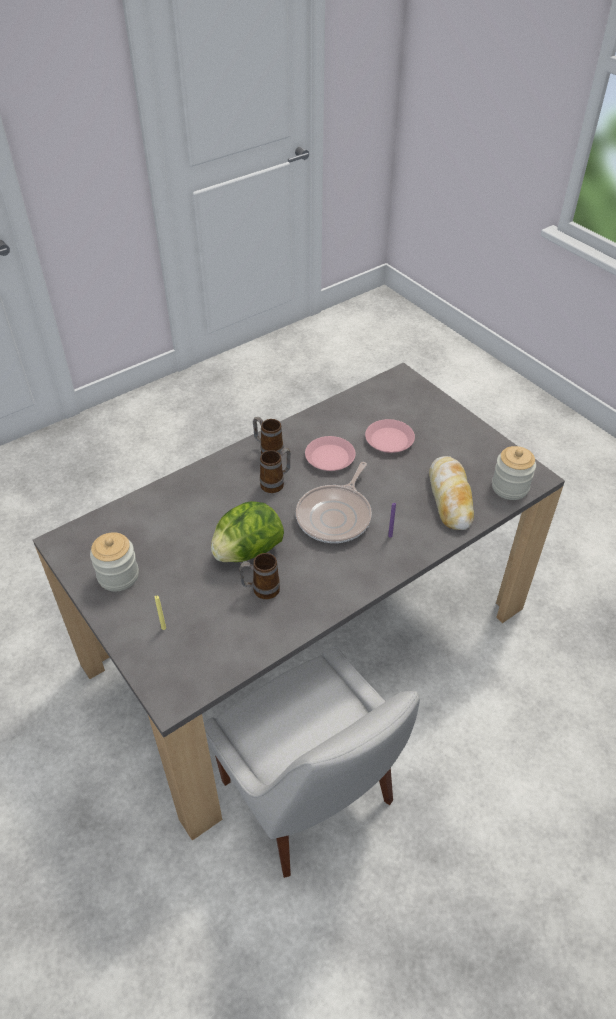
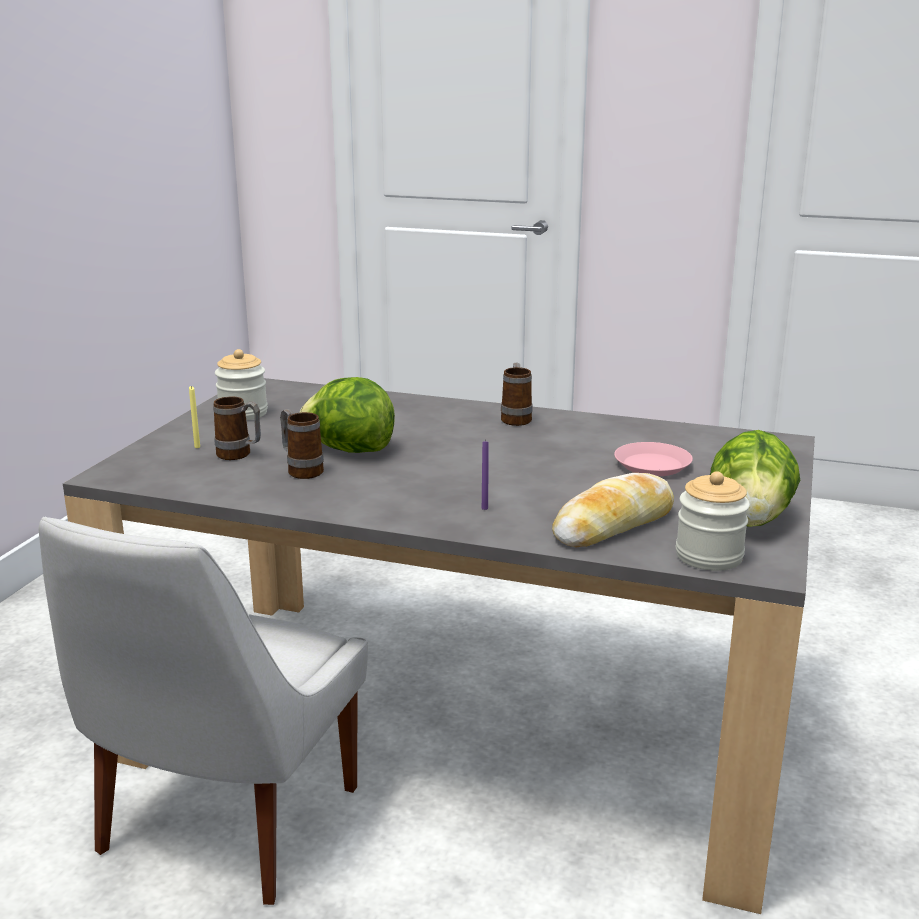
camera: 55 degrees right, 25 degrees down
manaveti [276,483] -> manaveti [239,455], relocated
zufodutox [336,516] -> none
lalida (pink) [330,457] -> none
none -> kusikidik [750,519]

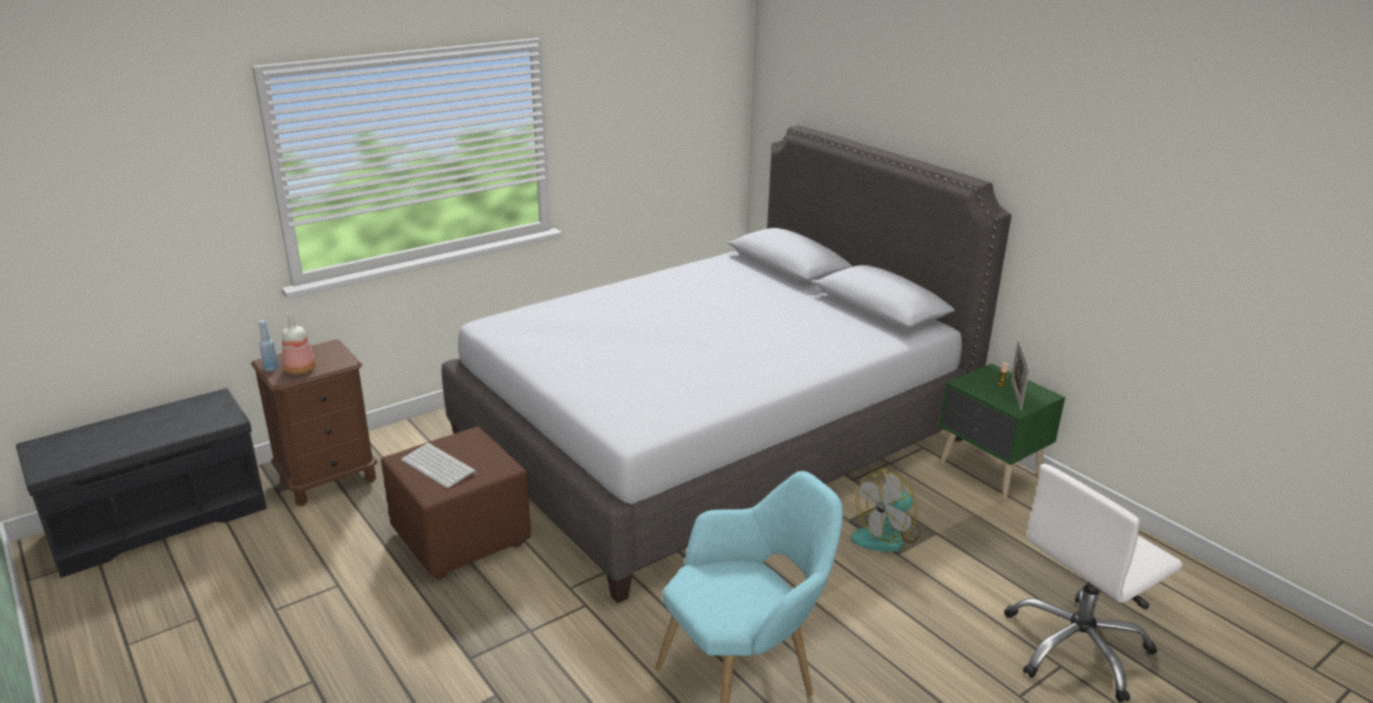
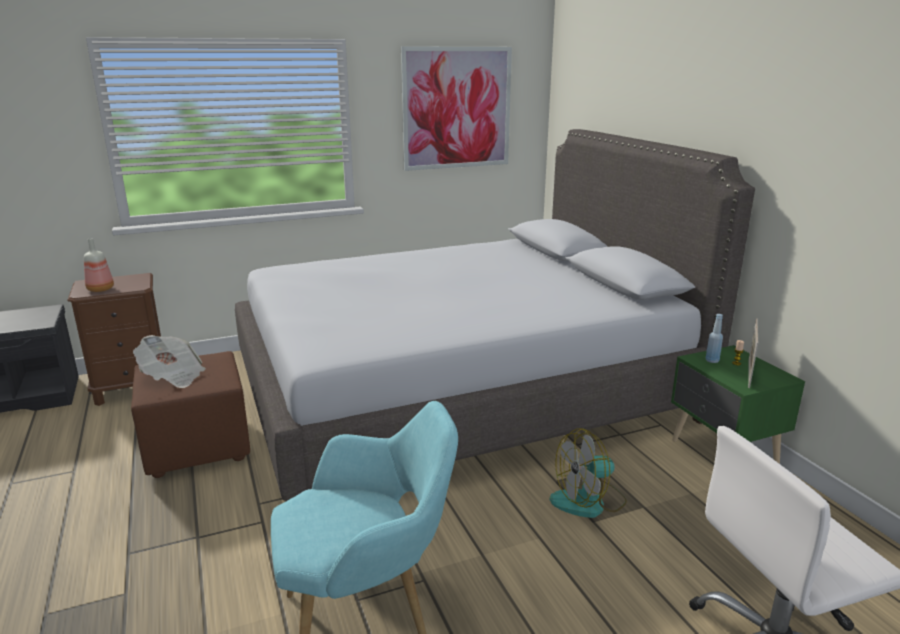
camera: 15 degrees right, 5 degrees down
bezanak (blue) [271,369] -> bezanak (blue) [712,360], relocated
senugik [440,466] -> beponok [172,376]
none -> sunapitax [457,108]

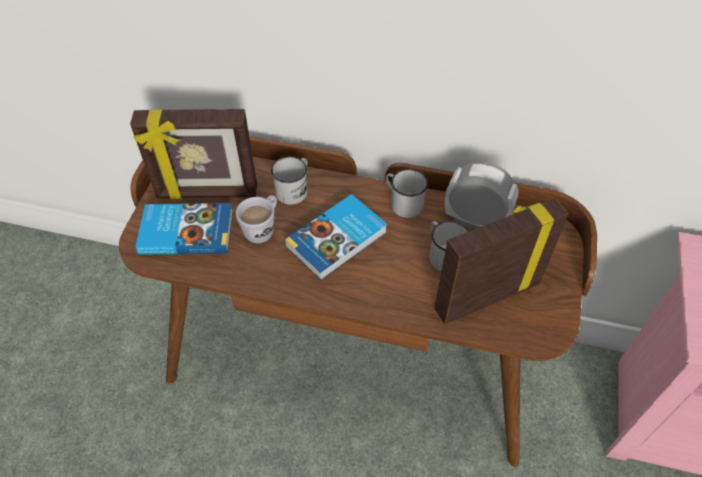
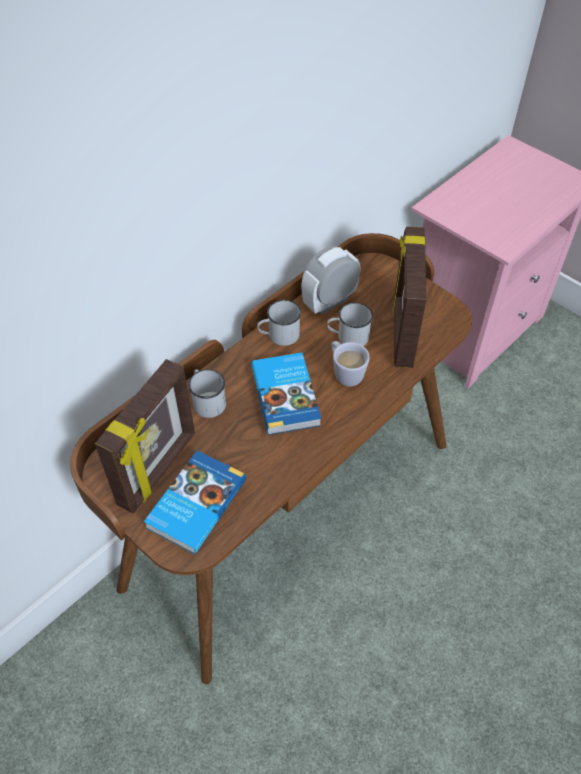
camera: 60 degrees left, 0 degrees up
manaveti (white) [263,229] -> manaveti (white) [345,372], relocated

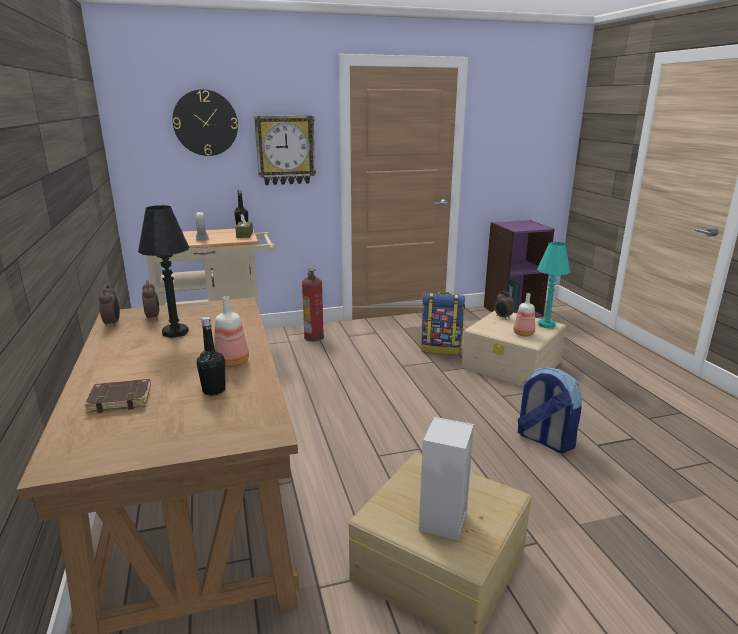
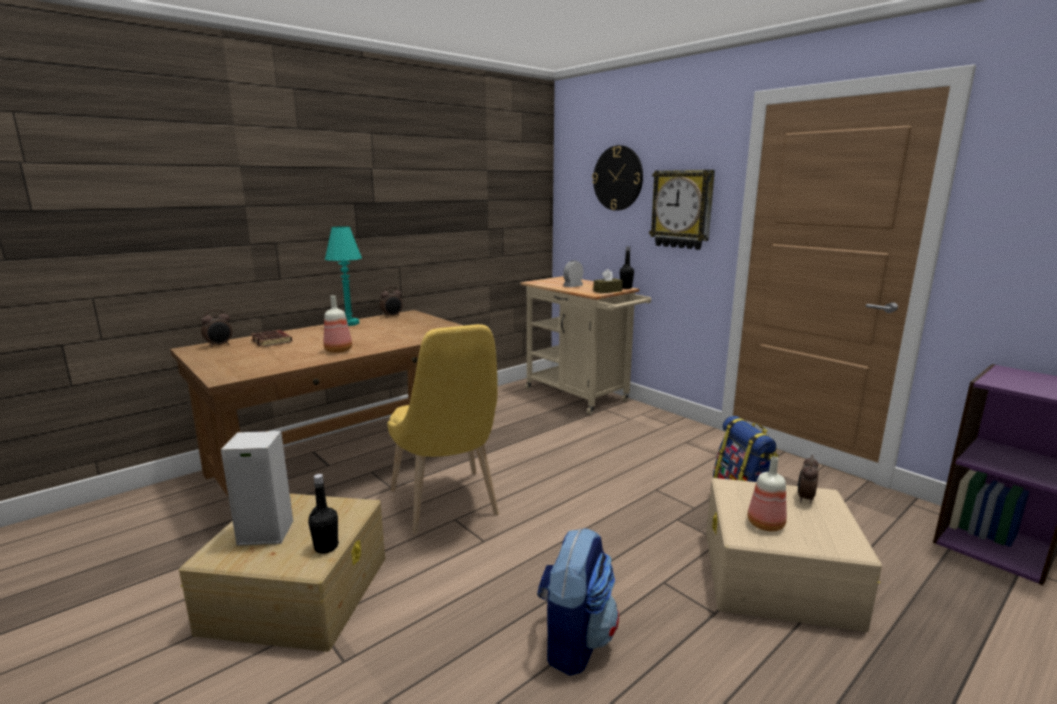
camera: 65 degrees right, 5 degrees down
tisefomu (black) [175,332] -> none
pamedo [153,317] -> pamedo [219,345], relocated
bezanak (black) [214,390] -> bezanak (black) [326,547], relocated
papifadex [314,337] -> none
tisefomu (turquoise) [546,325] -> tisefomu (turquoise) [349,323], relocated
none -> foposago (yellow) [447,506]

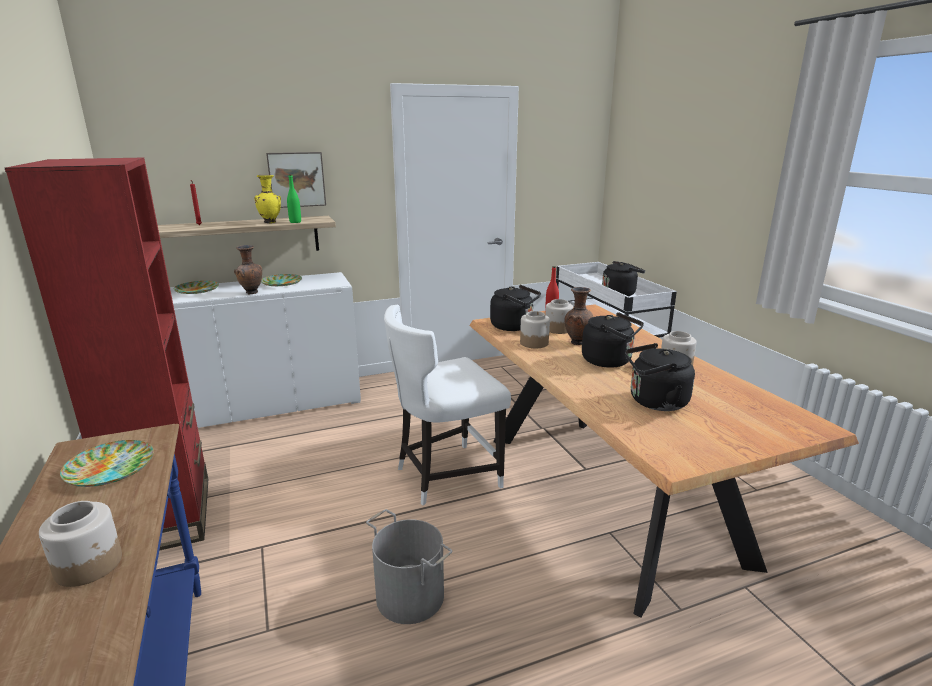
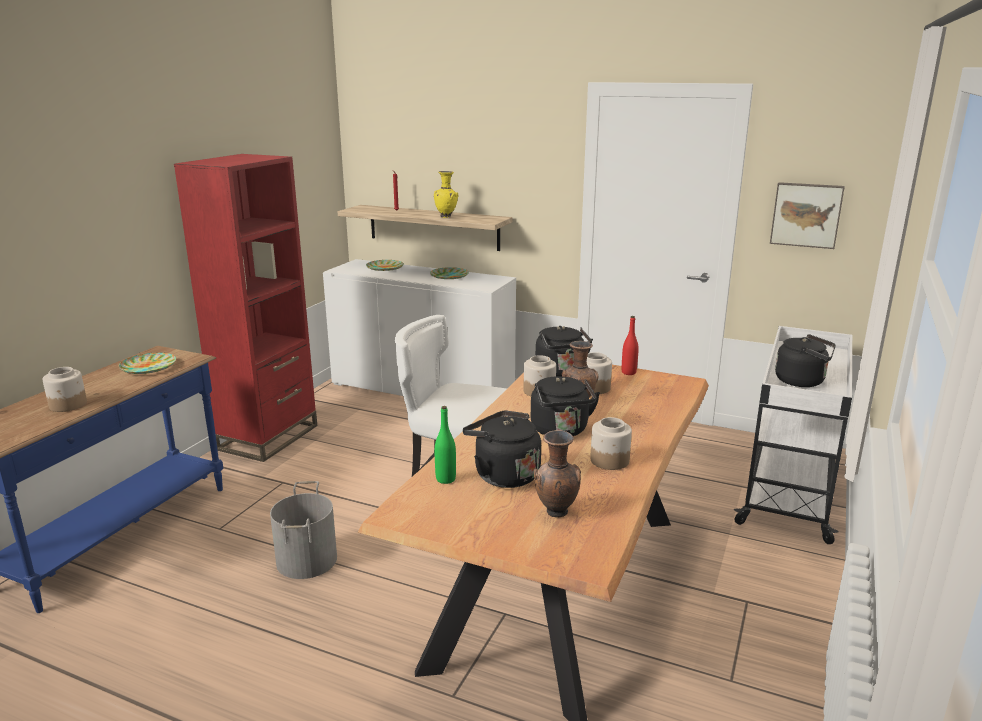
camera: 45 degrees right, 0 degrees up
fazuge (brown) [251,293] -> fazuge (brown) [556,513], relocated
sunapitax [296,179] -> sunapitax [806,214], relocated
bezanak (green) [295,222] -> bezanak (green) [445,479], relocated

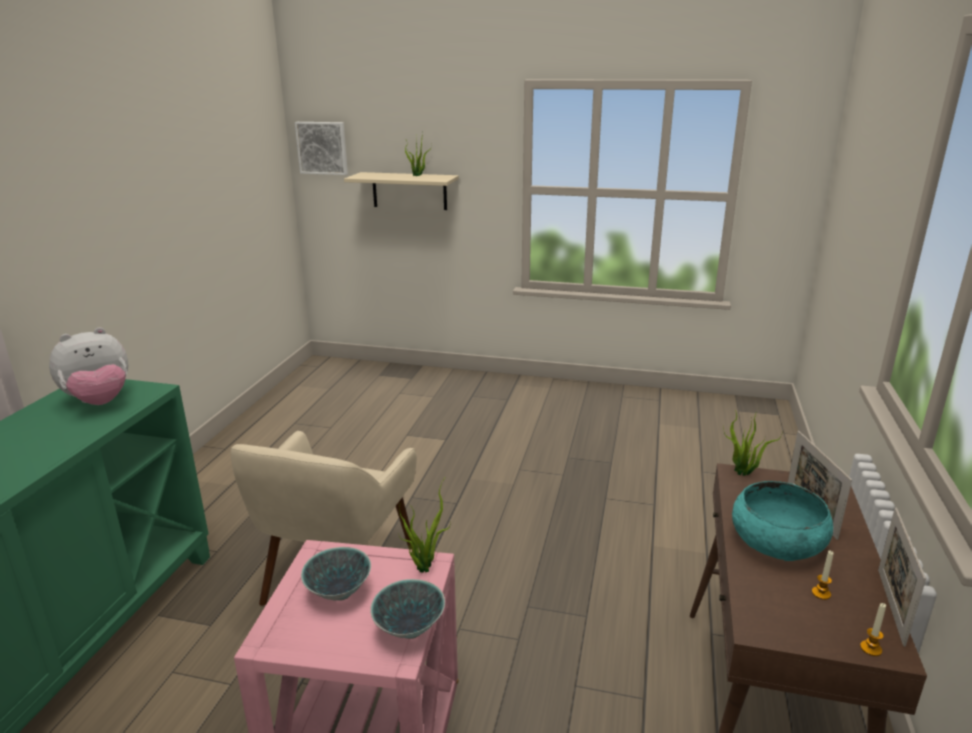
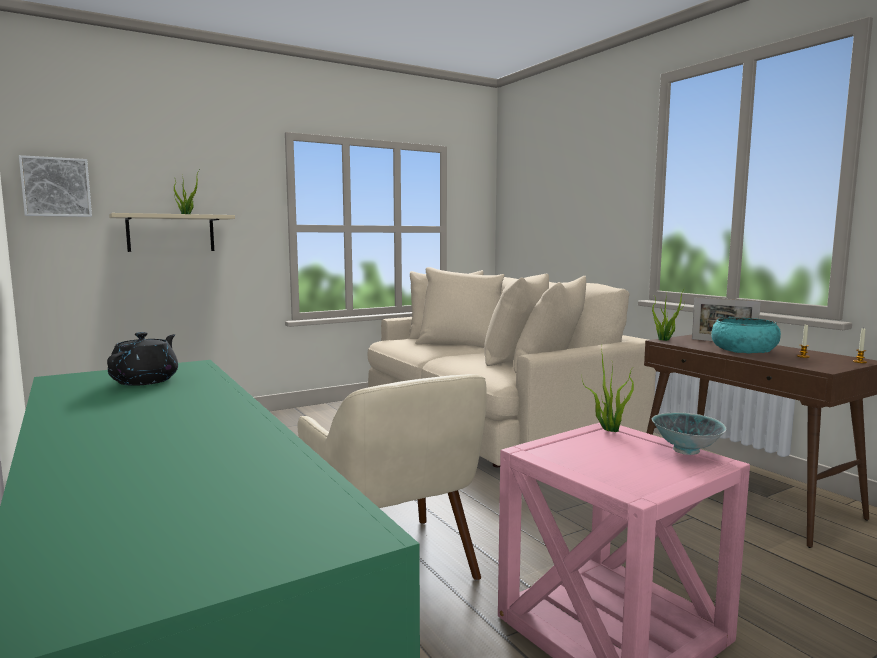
camera: 45 degrees left, 15 degrees down
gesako [99,402] -> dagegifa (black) [146,380]
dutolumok [339,592] -> none
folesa [890,605] -> none
none -> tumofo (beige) [494,419]

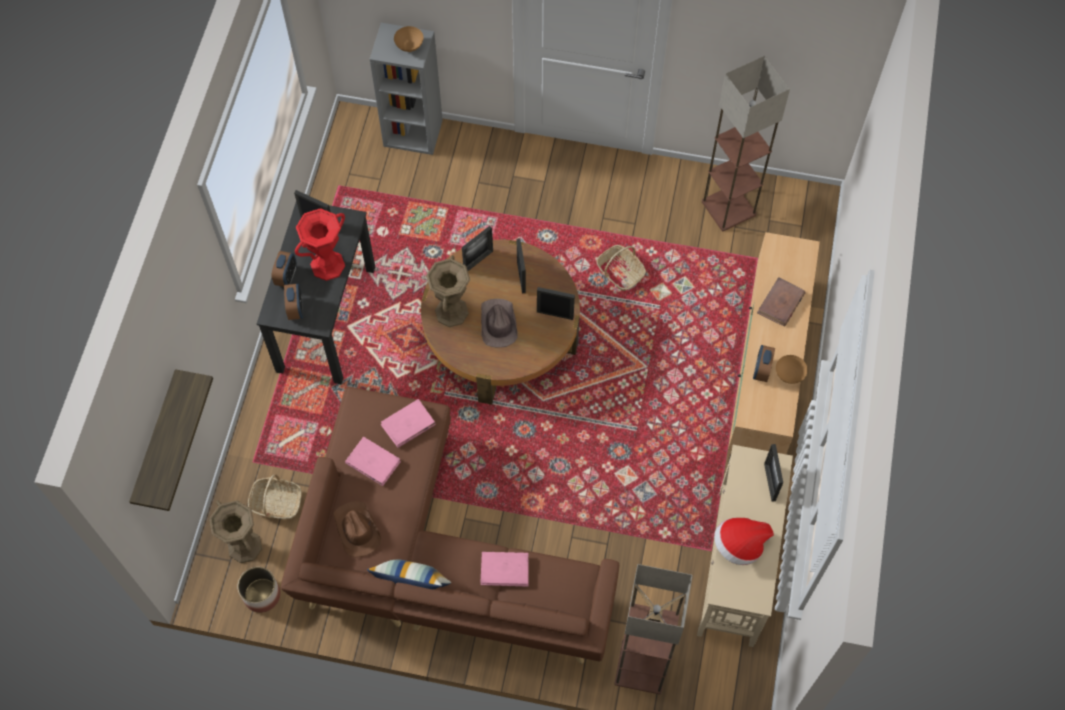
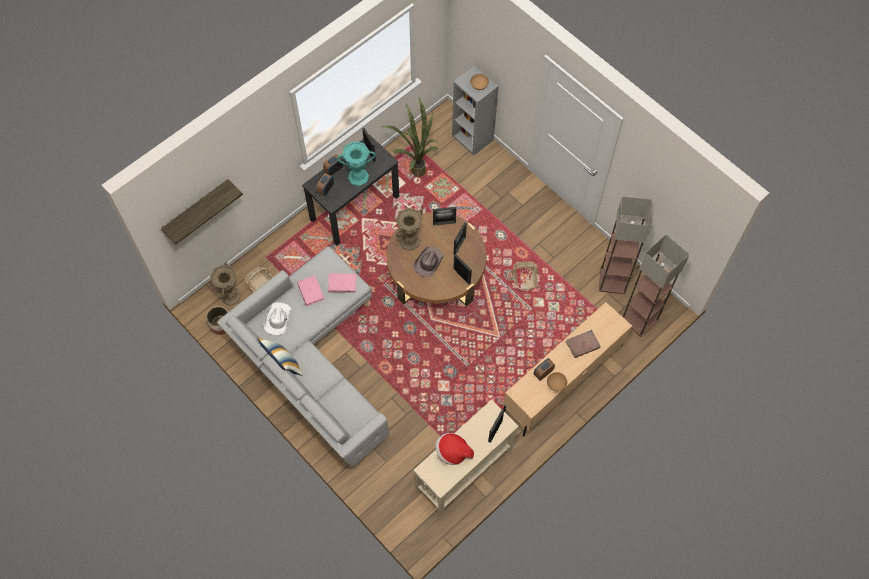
camera: 35 degrees right, 0 degrees up
tumofo (brown) [433,562] -> tumofo (grey) [313,364]
fazuge (red) [327,265] -> fazuge (turquoise) [358,177]
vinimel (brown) [357,530] -> vinimel (white) [277,319]
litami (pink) [505,569] -> none
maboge [640,667] -> maboge [639,319], relocated
none -> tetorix [416,170]

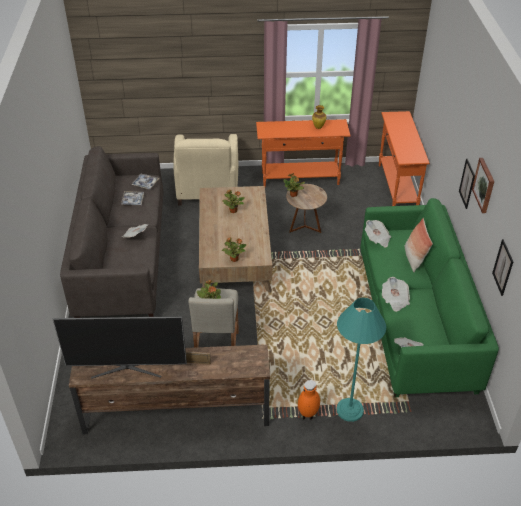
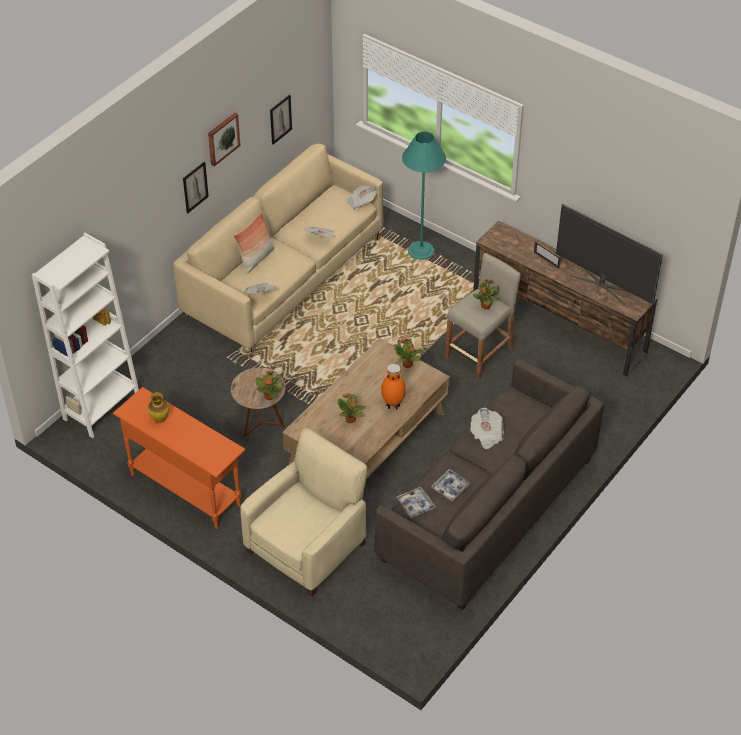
camera: 140 degrees left, 5 degrees up
fazuge (orange) [308,416] -> fazuge (orange) [393,405], relocated
tumofo (green) [415,320] -> tumofo (beige) [284,276]
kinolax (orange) [397,187] -> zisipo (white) [101,407]

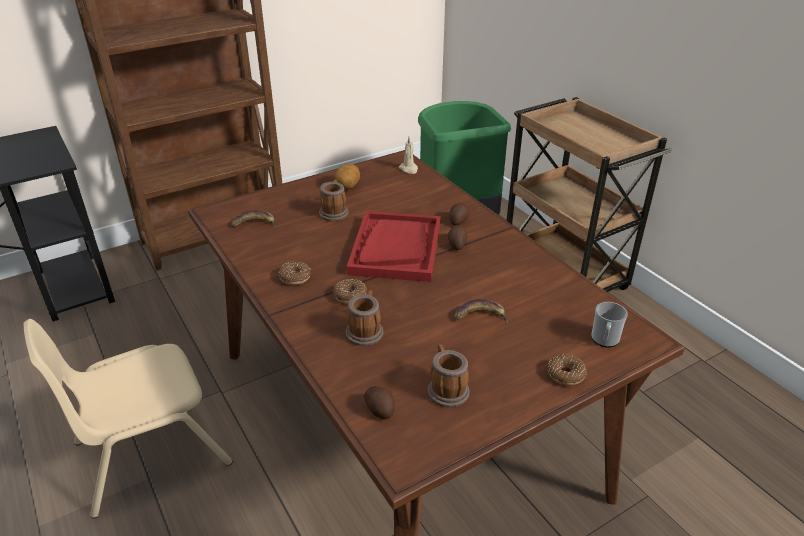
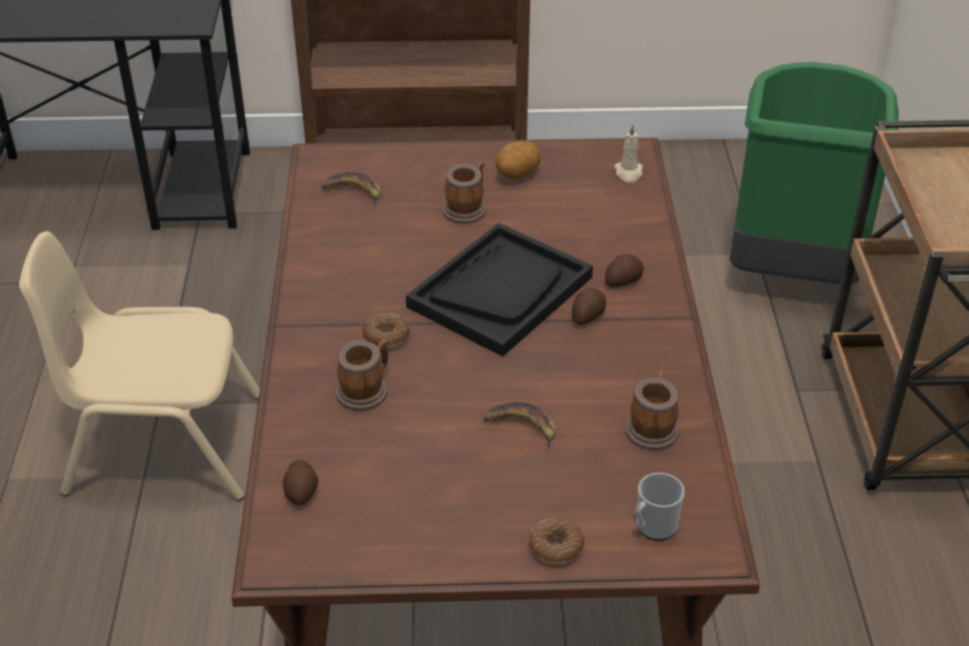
camera: 30 degrees right, 5 degrees up
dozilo [295,277] -> none
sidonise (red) [396,248] -> sidonise (black) [500,291]
manaveti [446,388] -> manaveti [652,427], relocated

